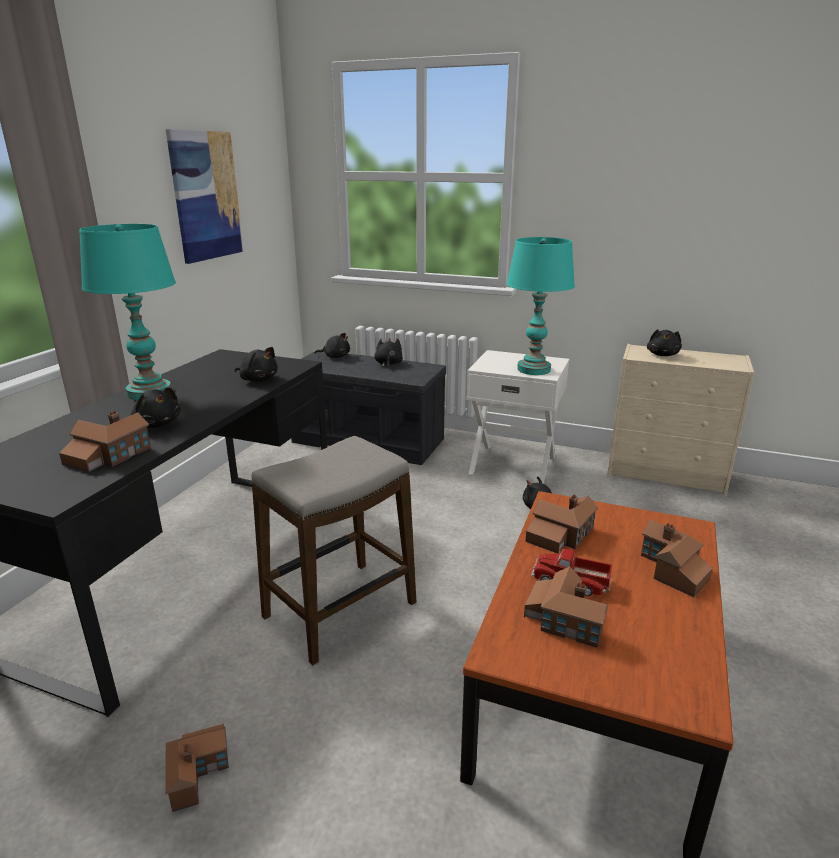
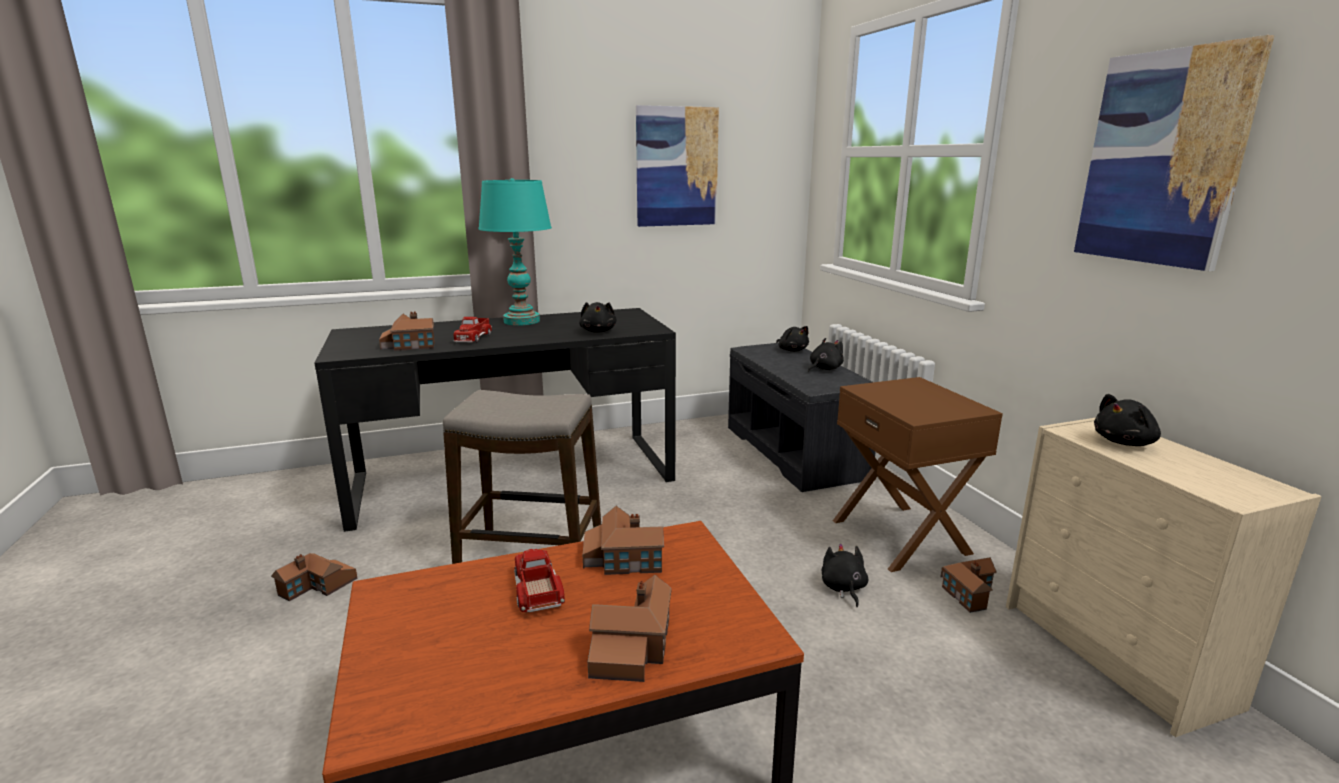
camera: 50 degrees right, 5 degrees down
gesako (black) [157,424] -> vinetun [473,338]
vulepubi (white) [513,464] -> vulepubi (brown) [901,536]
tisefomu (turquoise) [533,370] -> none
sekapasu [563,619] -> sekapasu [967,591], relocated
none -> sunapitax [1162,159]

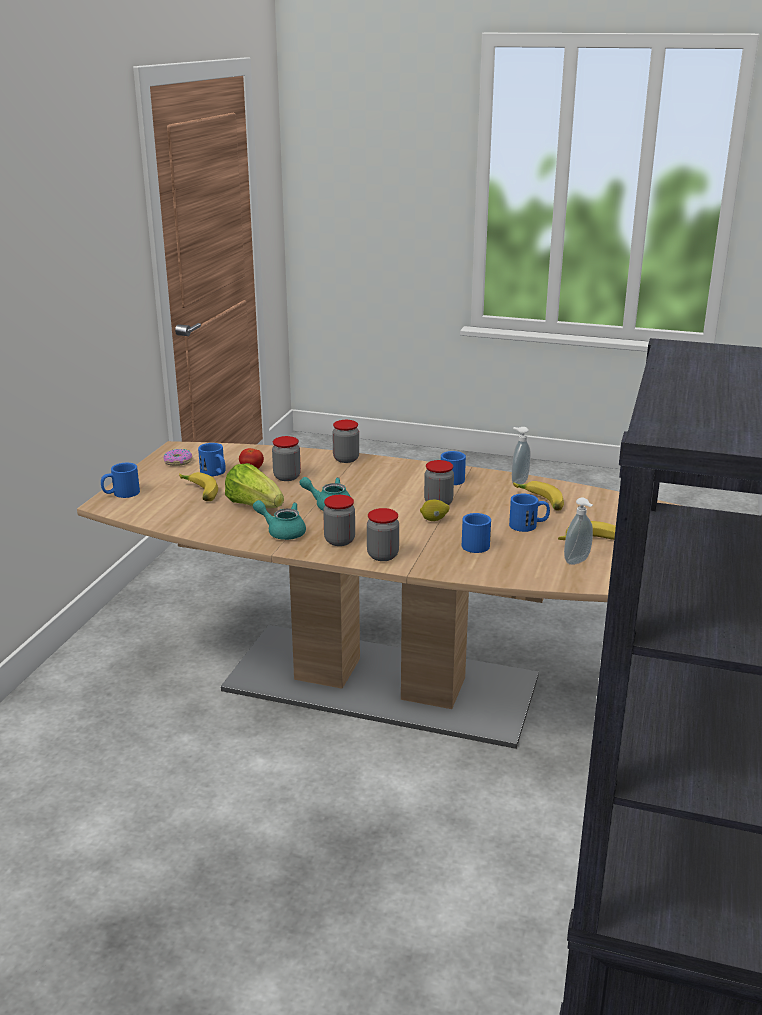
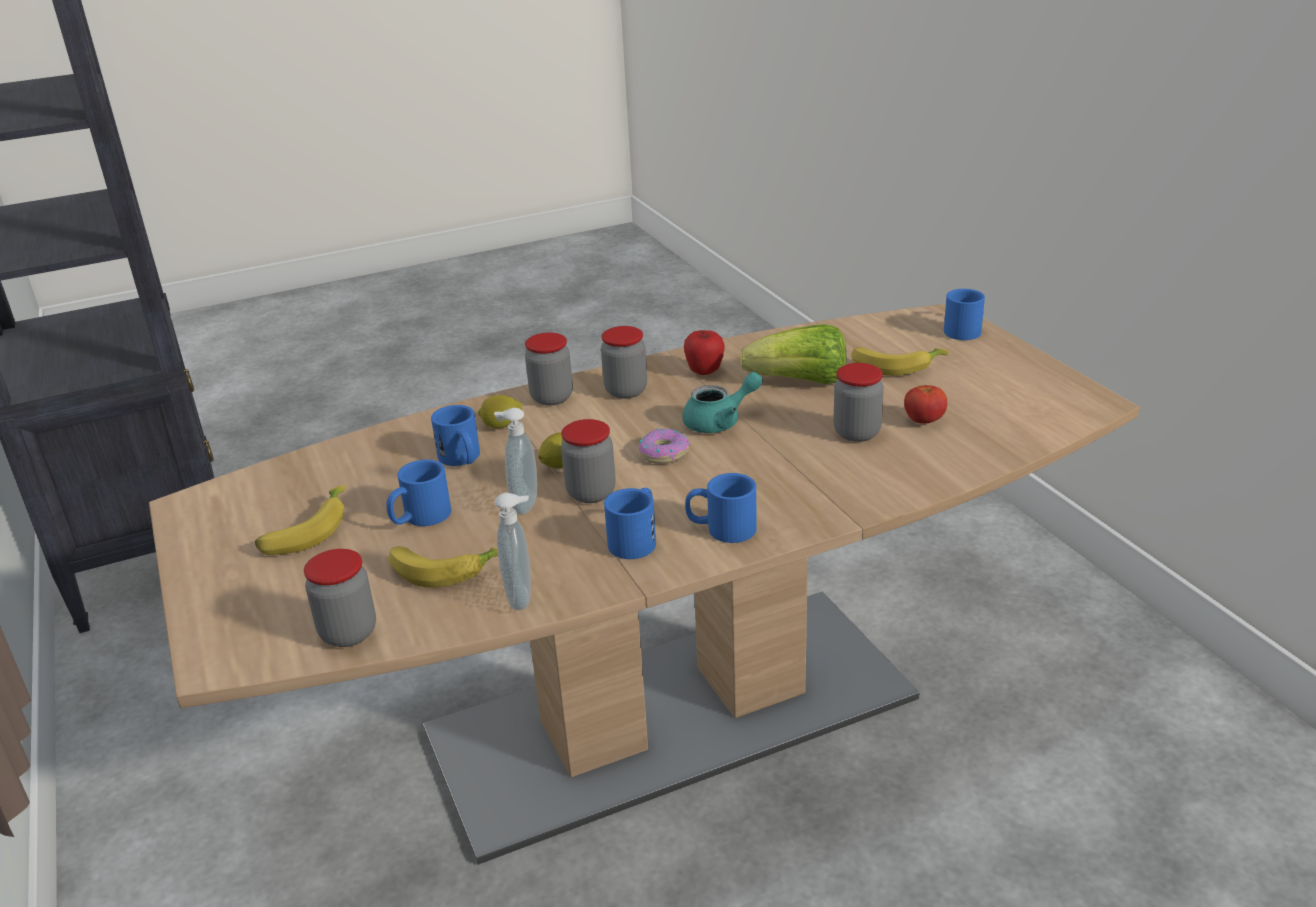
camera: 140 degrees right, 5 degrees up
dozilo [178,462] -> dozilo [663,453], relocated
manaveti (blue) [215,473] -> manaveti (blue) [721,528], relocated
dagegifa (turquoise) [282,532] -> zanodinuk [704,372]
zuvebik [346,459] -> zuvebik [348,633], relocated
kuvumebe [578,561] -> kuvumebe [522,505], relocated
none -> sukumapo [502,426]

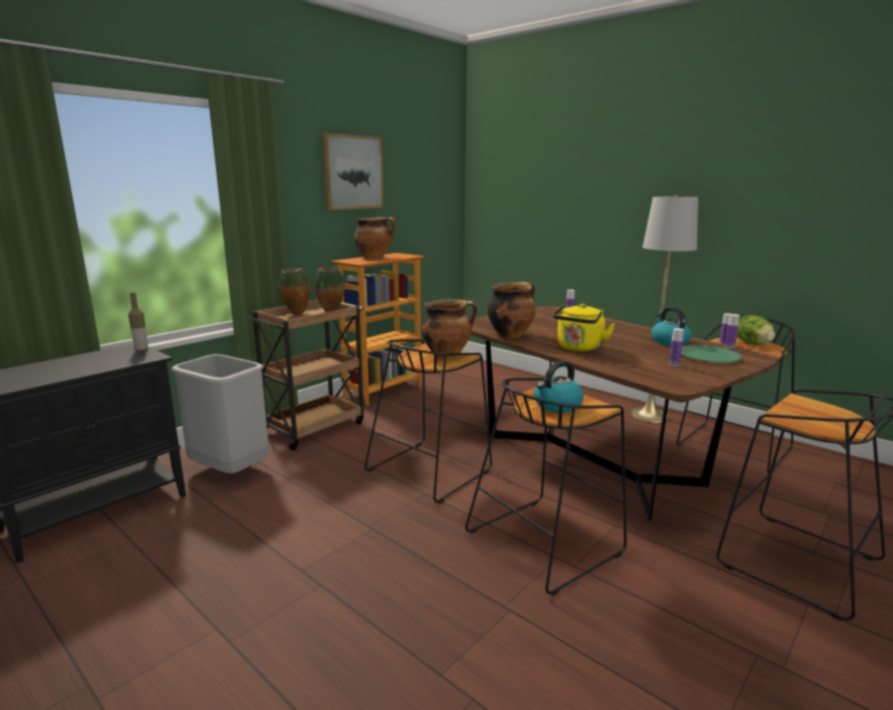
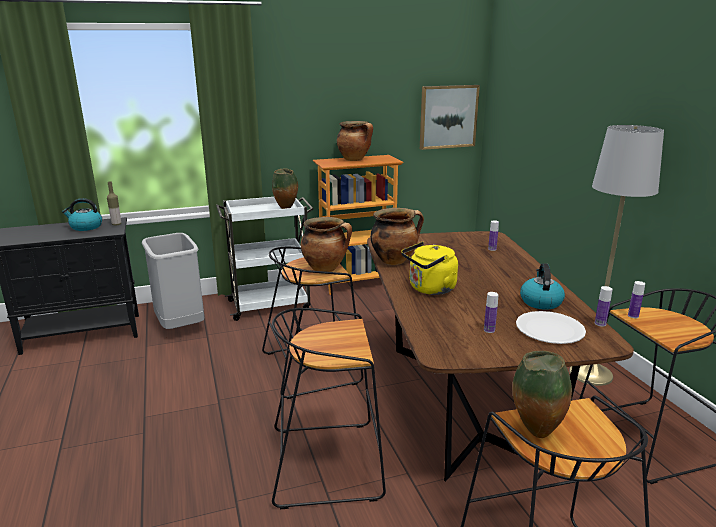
camera: 30 degrees right, 5 degrees up
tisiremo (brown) [315,427] -> tisiremo (white) [270,305]
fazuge [296,314] -> fazuge [535,433], relocated
sunapitax [352,172] -> sunapitax [448,116], relocated
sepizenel [557,405] -> sepizenel [85,227], relocated
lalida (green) [708,356] -> lalida (white) [550,329]
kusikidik [753,344] -> none

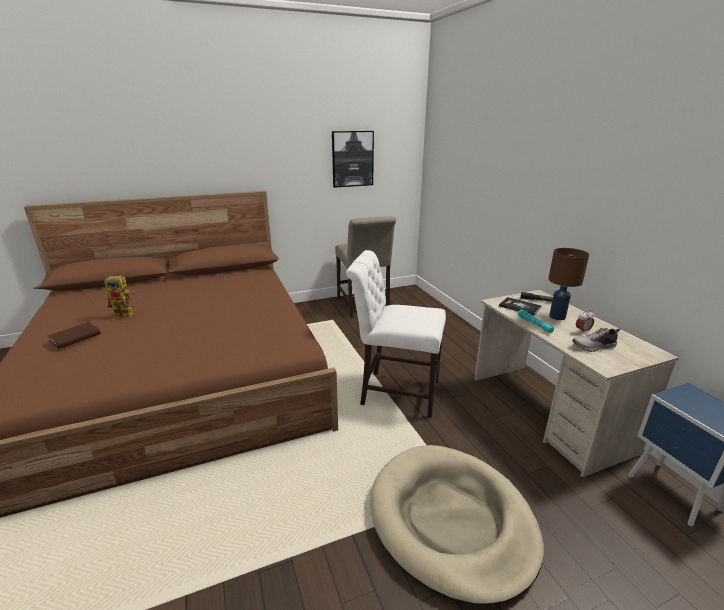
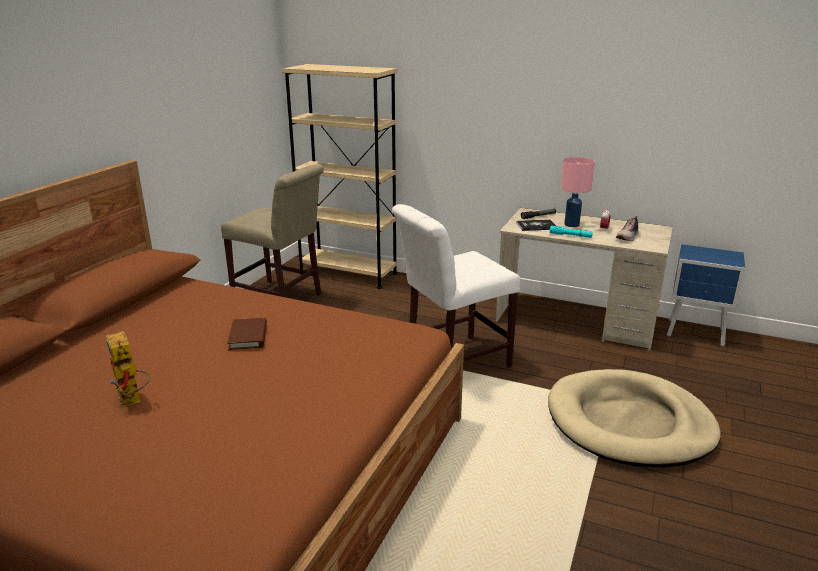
camera: 45 degrees left, 0 degrees up
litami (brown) [75,337] -> litami (brown) [248,336], relocated
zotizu [128,314] -> zotizu [133,401], 105 degrees clockwise
sunapitax [352,159] -> none
tisefomu (brown) [557,317] -> tisefomu (pink) [572,224]
none -> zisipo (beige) [348,273]

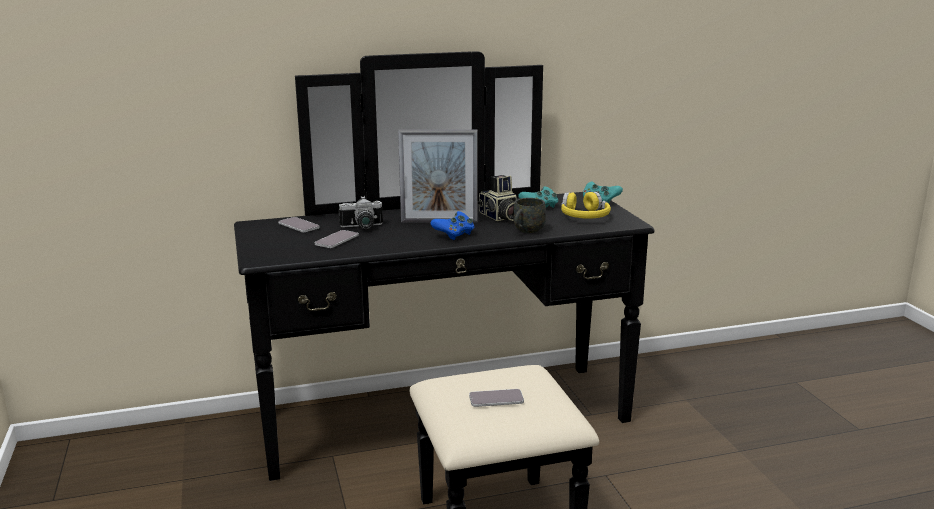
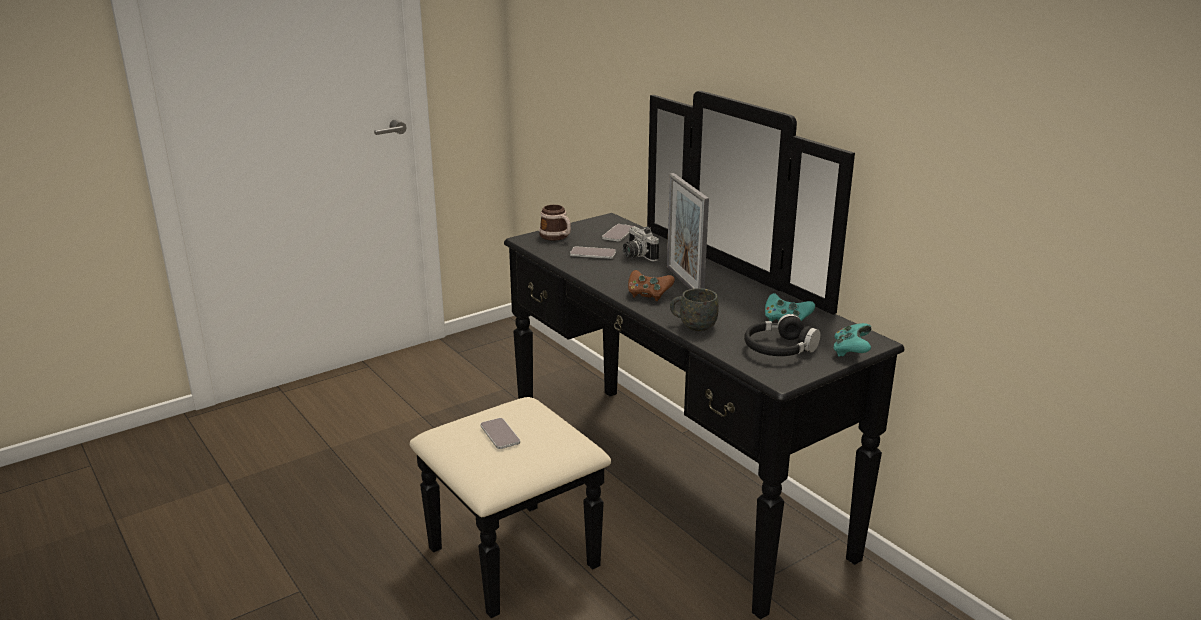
camera: 70 degrees right, 5 degrees up
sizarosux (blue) [454,235] -> sizarosux (brown) [648,295]
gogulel [499,217] -> none
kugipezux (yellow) [584,216] -> kugipezux (black) [779,348]
none -> manaveti [557,237]

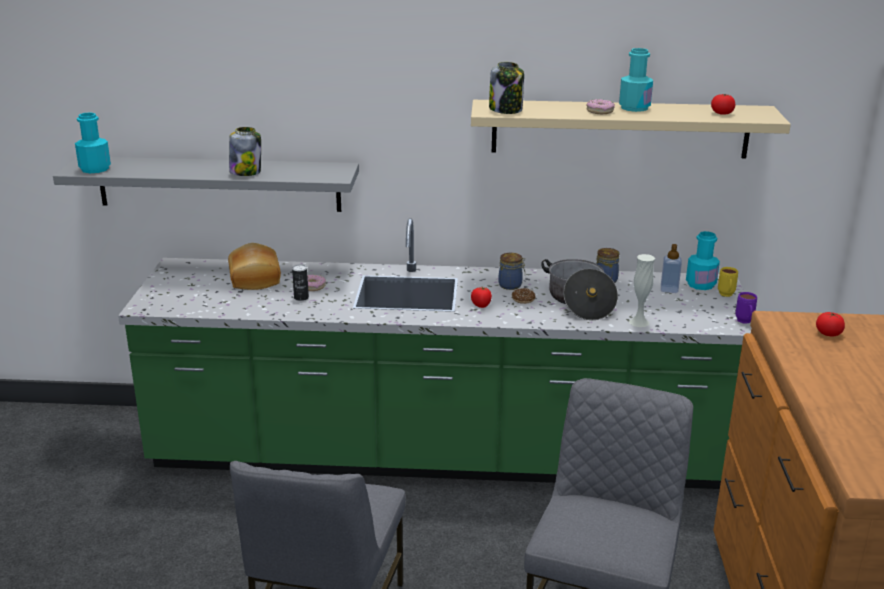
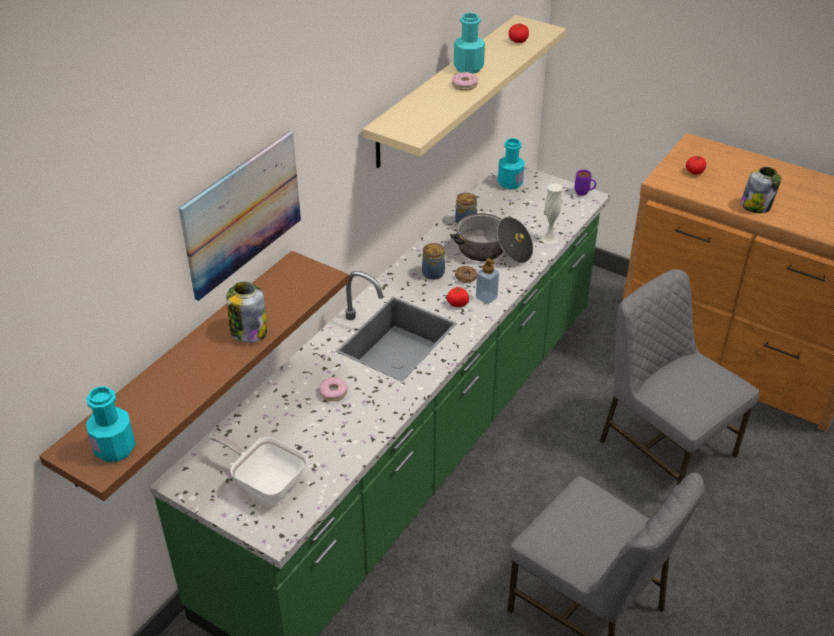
camera: 60 degrees left, 15 degrees up
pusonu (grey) [219,184] -> pusonu (brown) [184,365]
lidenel [253,279] -> none
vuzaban [301,298] -> none
zuvebik [506,110] -> zuvebik [756,206], relocated
kuvumebe [669,289] -> kuvumebe [486,298], relocated
manaveti (yellow) [726,296] -> none
none -> sunapitax [242,213]
none -> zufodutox [266,481]

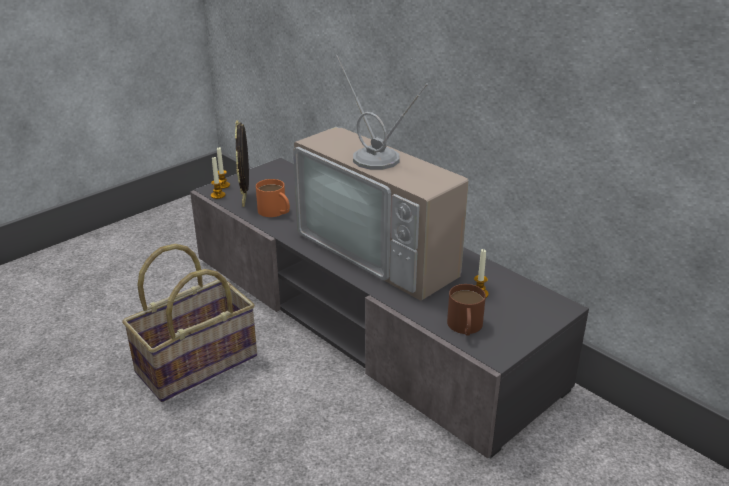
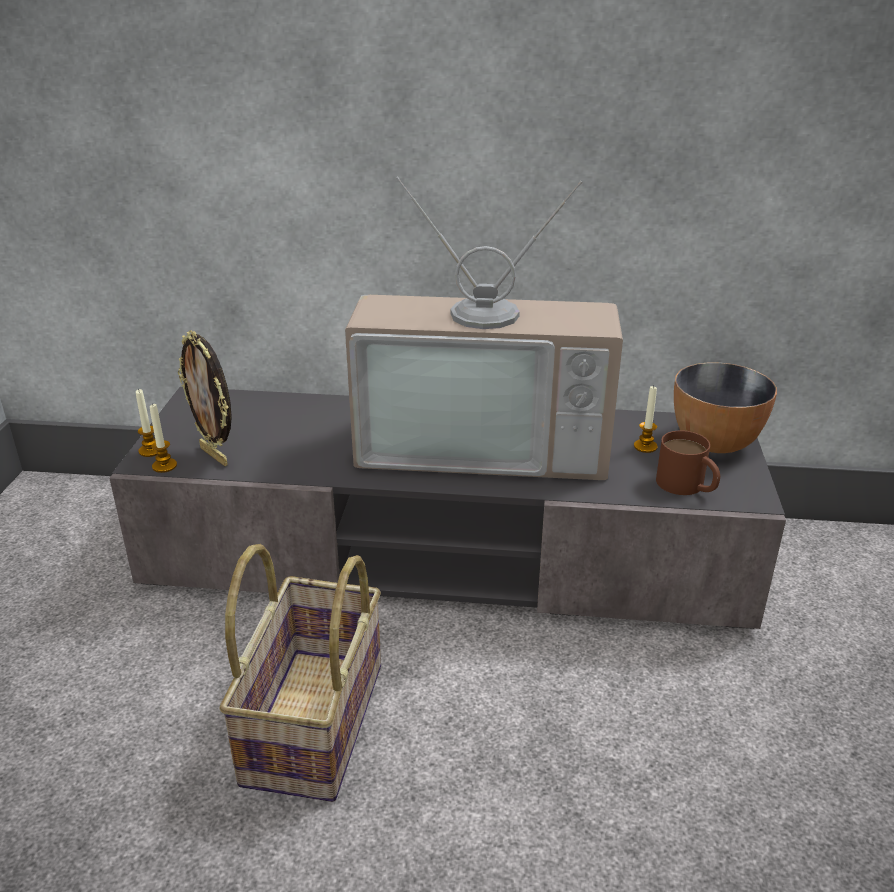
camera: 40 degrees left, 0 degrees up
manaveti (orange) [275,212] -> none
none -> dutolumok [715,443]

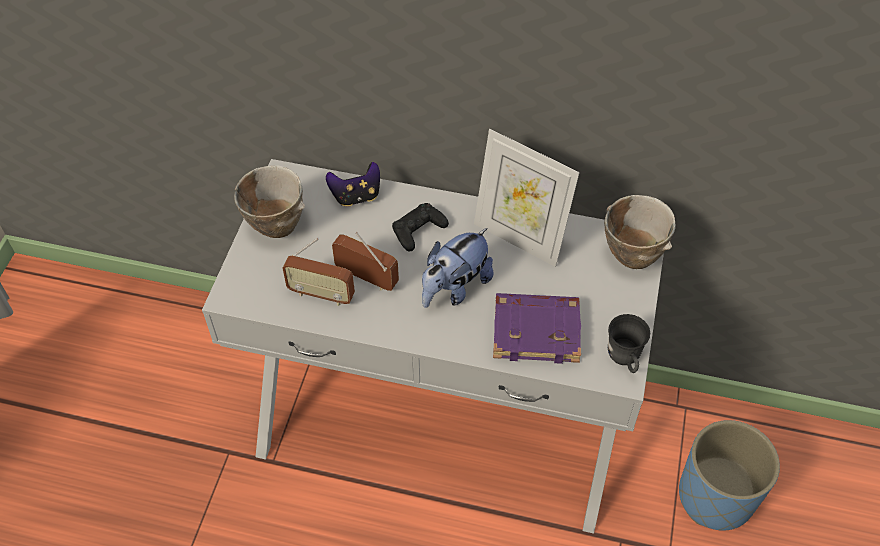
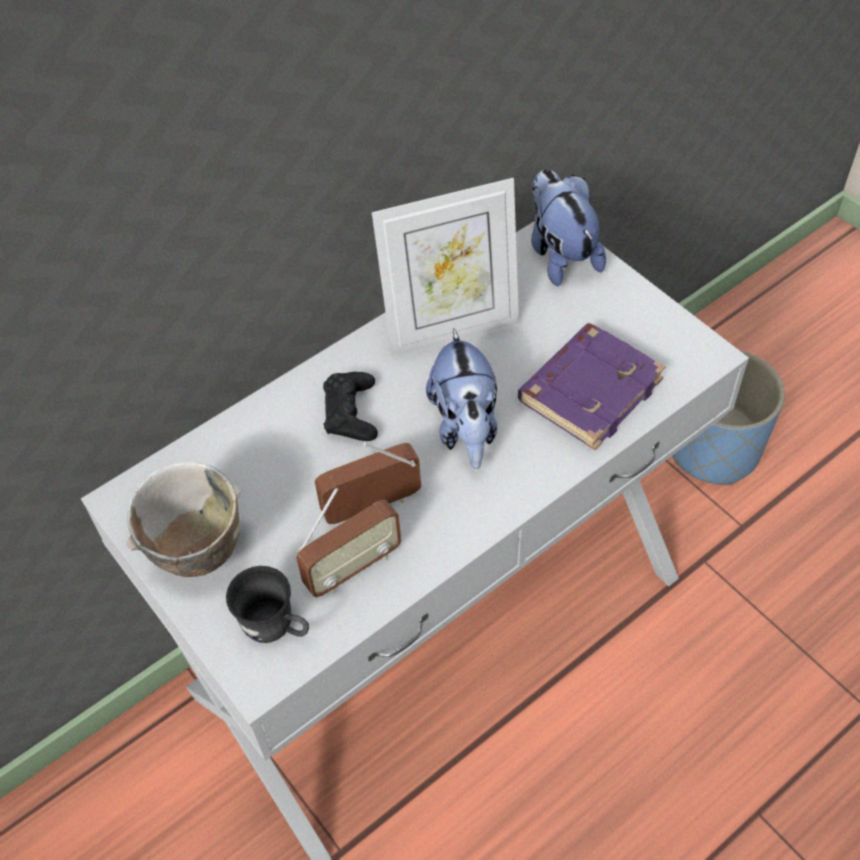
camera: 50 degrees left, 0 degrees up
sizarosux [356,196] -> none
dutolumok [630,256] -> gesako [560,255]
manaveti (grey) [624,361] -> manaveti (grey) [277,629], relocated

